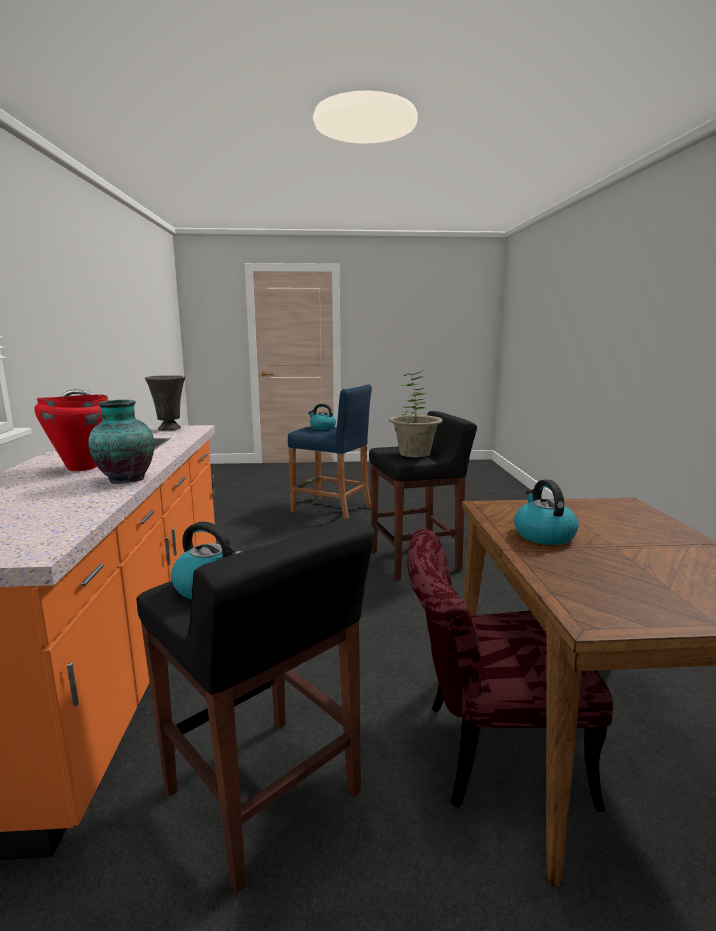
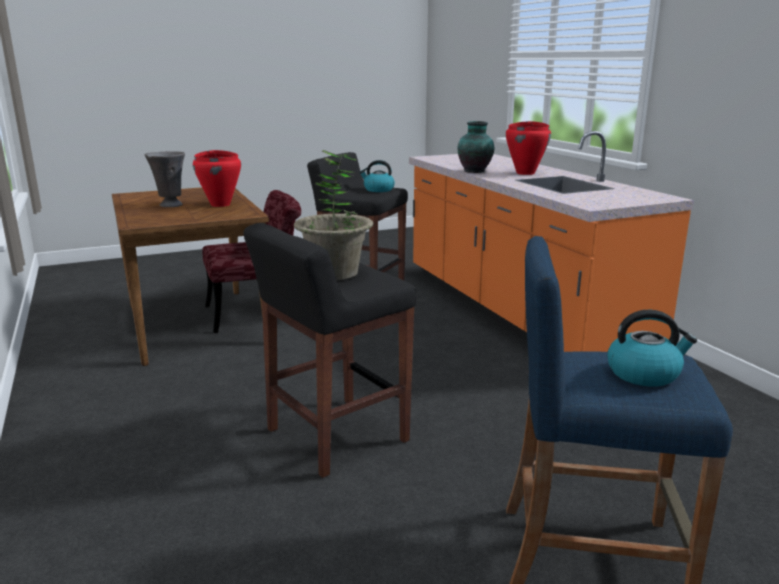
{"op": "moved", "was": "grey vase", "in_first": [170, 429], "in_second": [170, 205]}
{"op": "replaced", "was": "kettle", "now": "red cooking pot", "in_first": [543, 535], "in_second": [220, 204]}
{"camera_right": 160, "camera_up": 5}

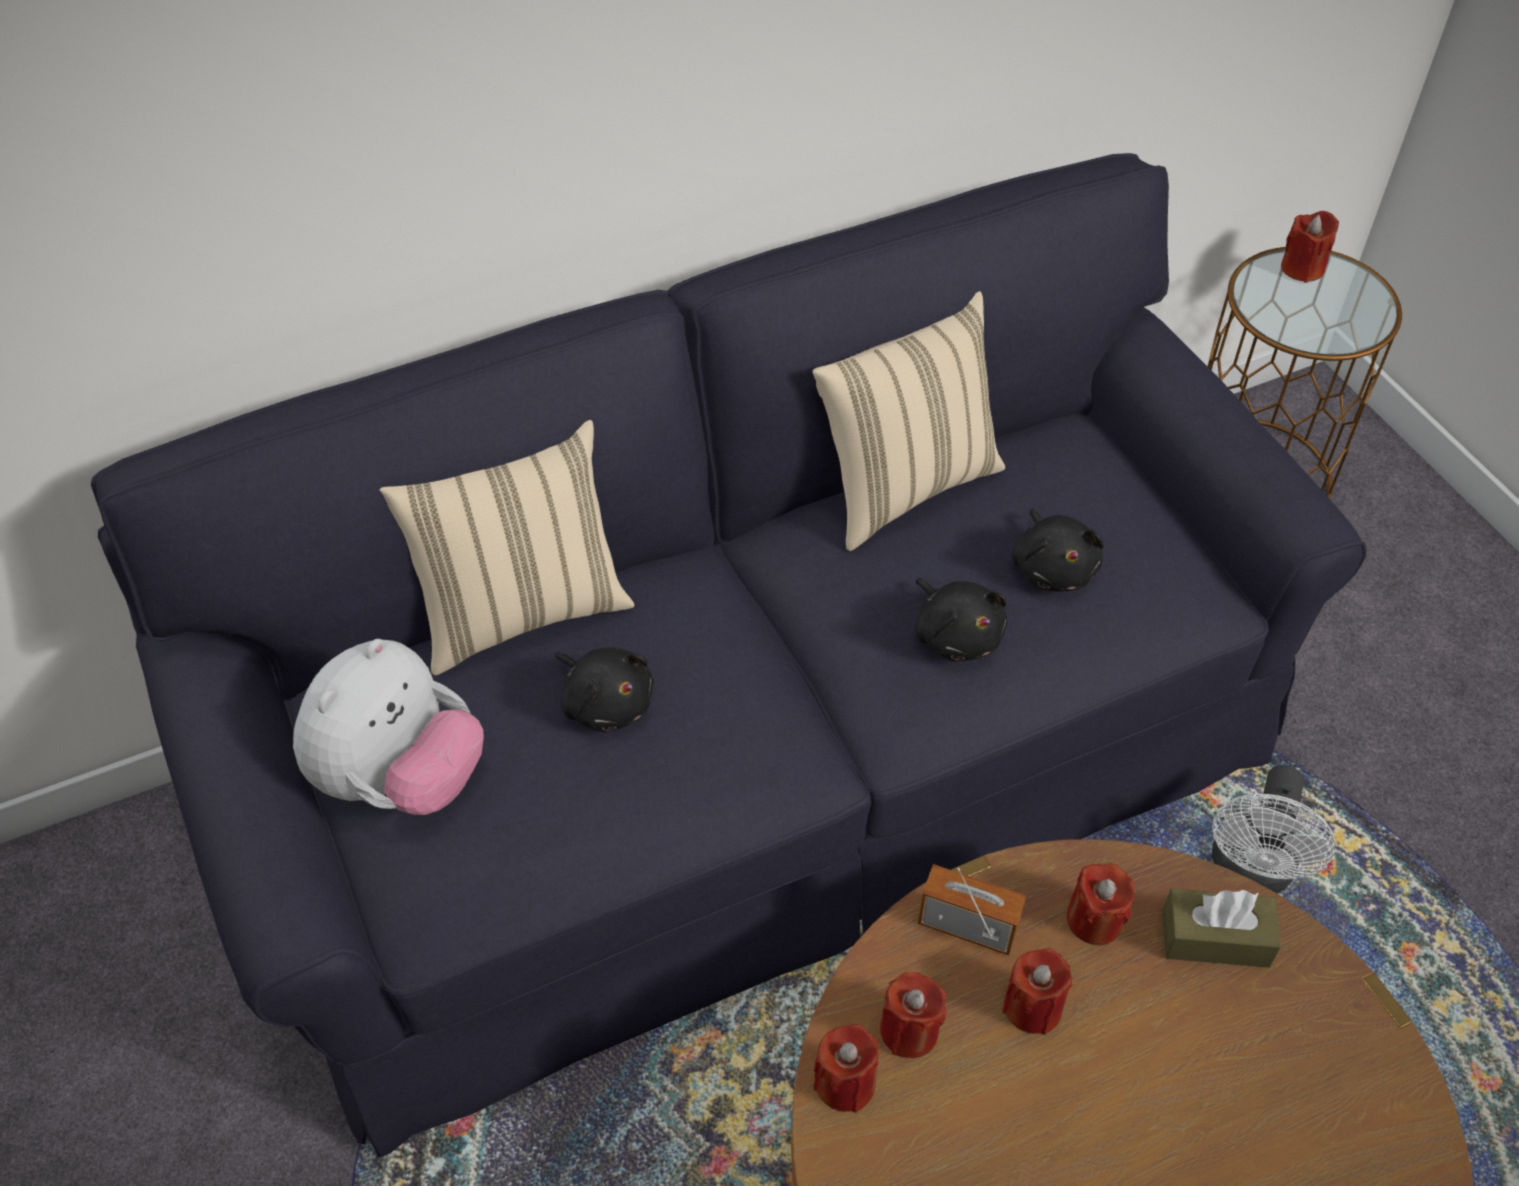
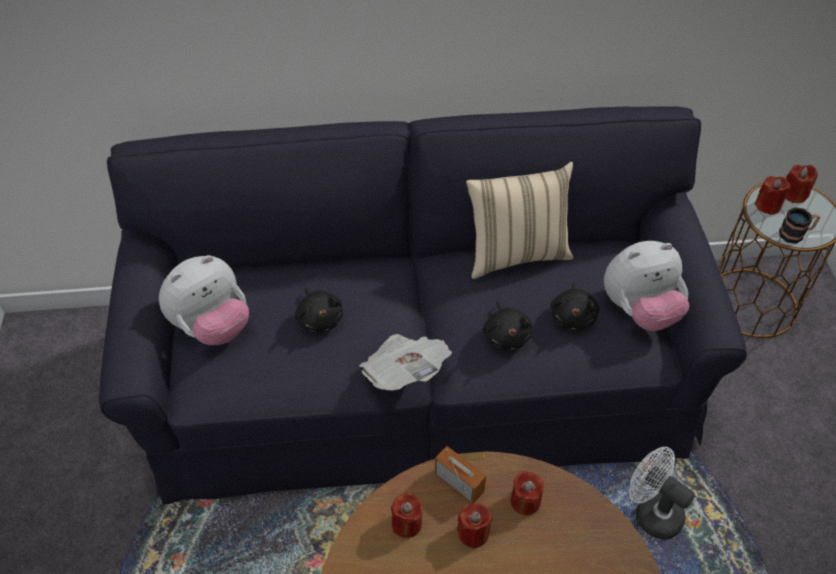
{"op": "removed", "was": "beige pillow", "in_first": [521, 611]}
{"op": "removed", "was": "brown tissue box", "in_first": [1215, 938]}
{"op": "added", "now": "newspaper", "in_second": [404, 372]}
{"op": "added", "now": "plush toy", "in_second": [639, 310]}
{"op": "added", "now": "mug", "in_second": [796, 234]}
{"op": "moved", "was": "red candle", "in_first": [845, 1083], "in_second": [768, 205]}
{"op": "turned", "was": "white fan", "in_first": [1251, 872], "in_second": [651, 512], "clockwise": 90}
{"camera_right": 20, "camera_up": 0}

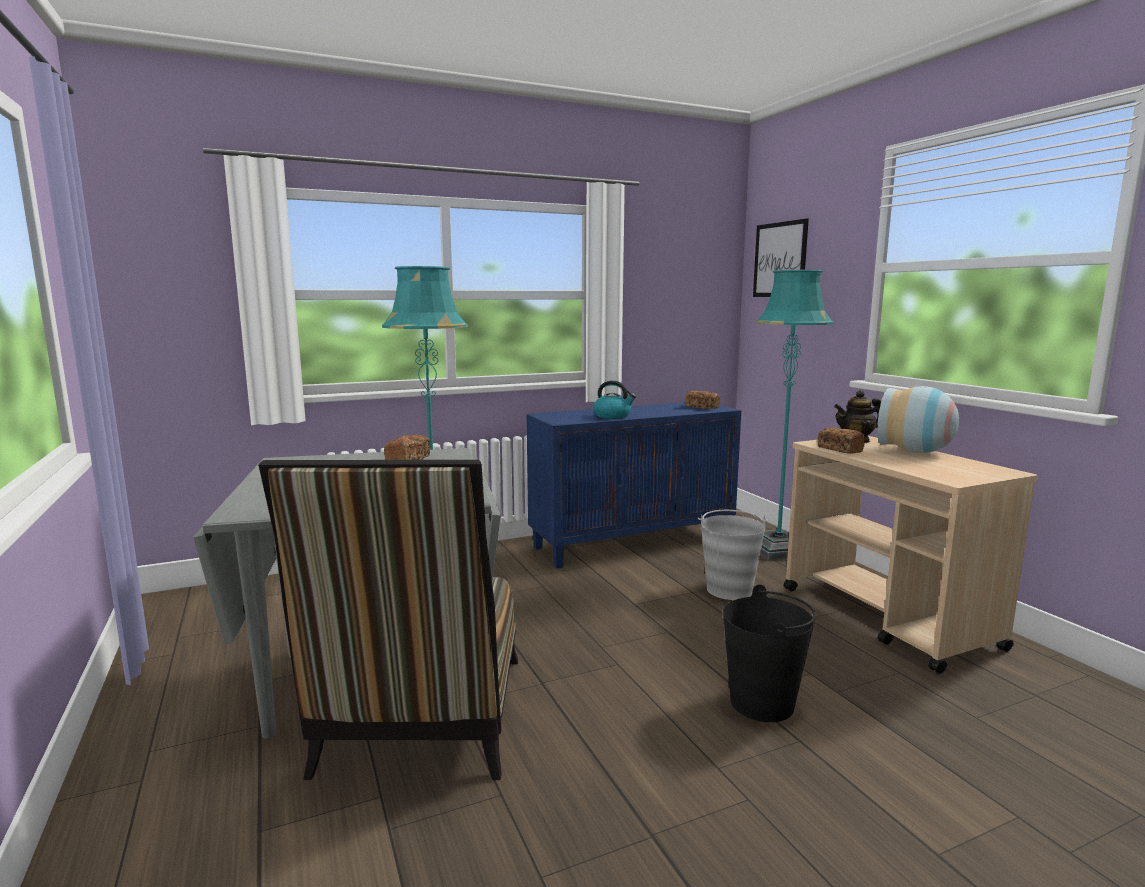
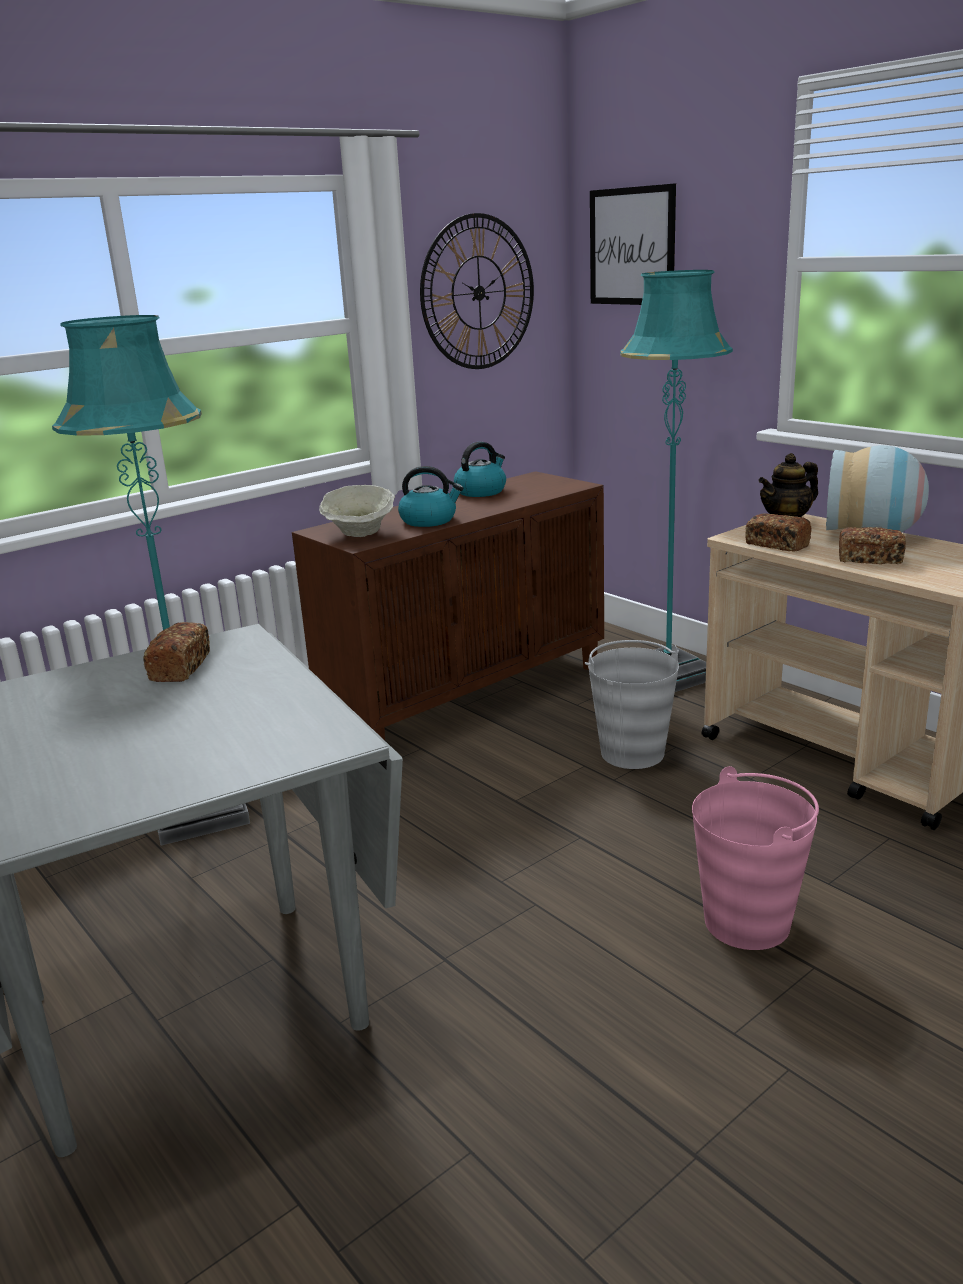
{"op": "removed", "was": "chair", "in_first": [421, 722]}
{"op": "added", "now": "beige bowl", "in_second": [361, 534]}
{"op": "added", "now": "wall clock", "in_second": [478, 293]}
{"op": "added", "now": "kettle", "in_second": [481, 491]}
{"op": "moved", "was": "bread", "in_first": [702, 407], "in_second": [870, 559]}
{"op": "recoloured", "was": "blue cabinet", "now": "brown cabinet", "in_first": [633, 542], "in_second": [468, 696]}
{"op": "recoloured", "was": "black bucket", "now": "pink bucket", "in_first": [763, 703], "in_second": [748, 922]}
{"camera_right": -15, "camera_up": 10}

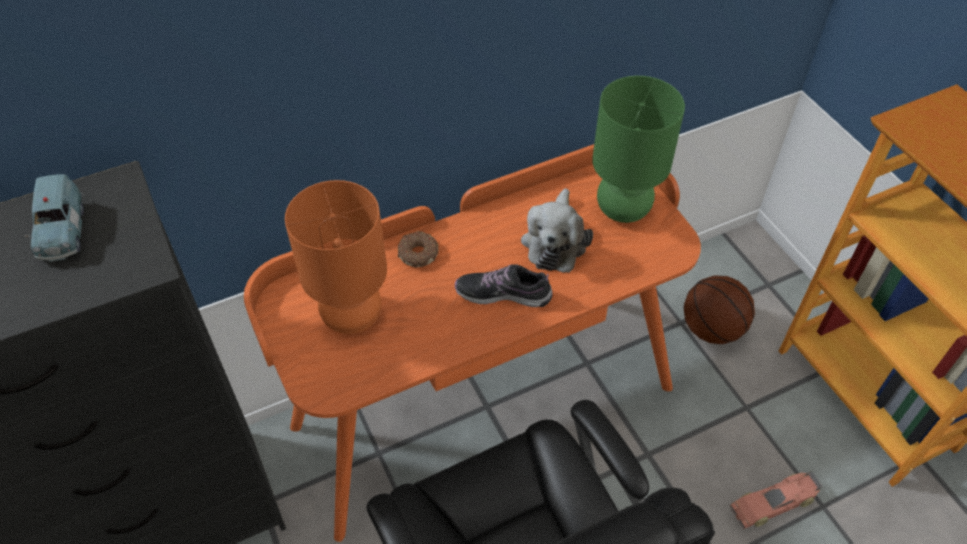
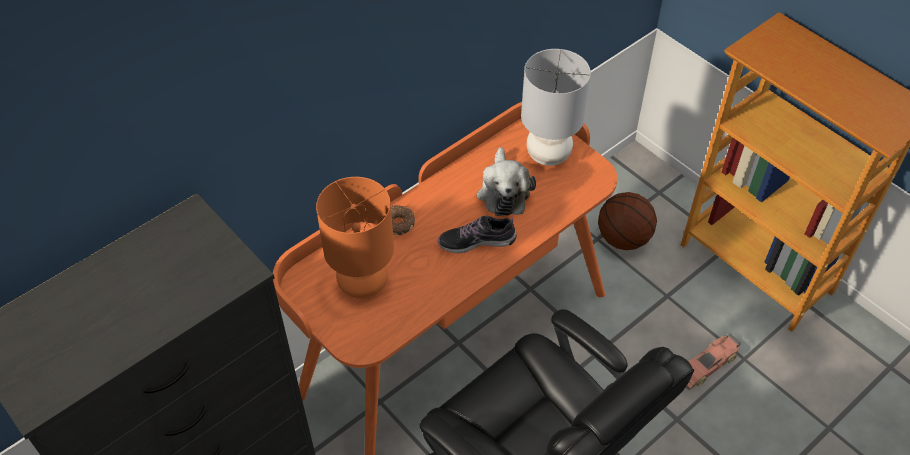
{"op": "removed", "was": "blue toy car", "in_first": [62, 233]}
{"op": "recoloured", "was": "green table lamp", "now": "grey table lamp", "in_first": [622, 208], "in_second": [548, 154]}
{"camera_right": -15, "camera_up": 0}

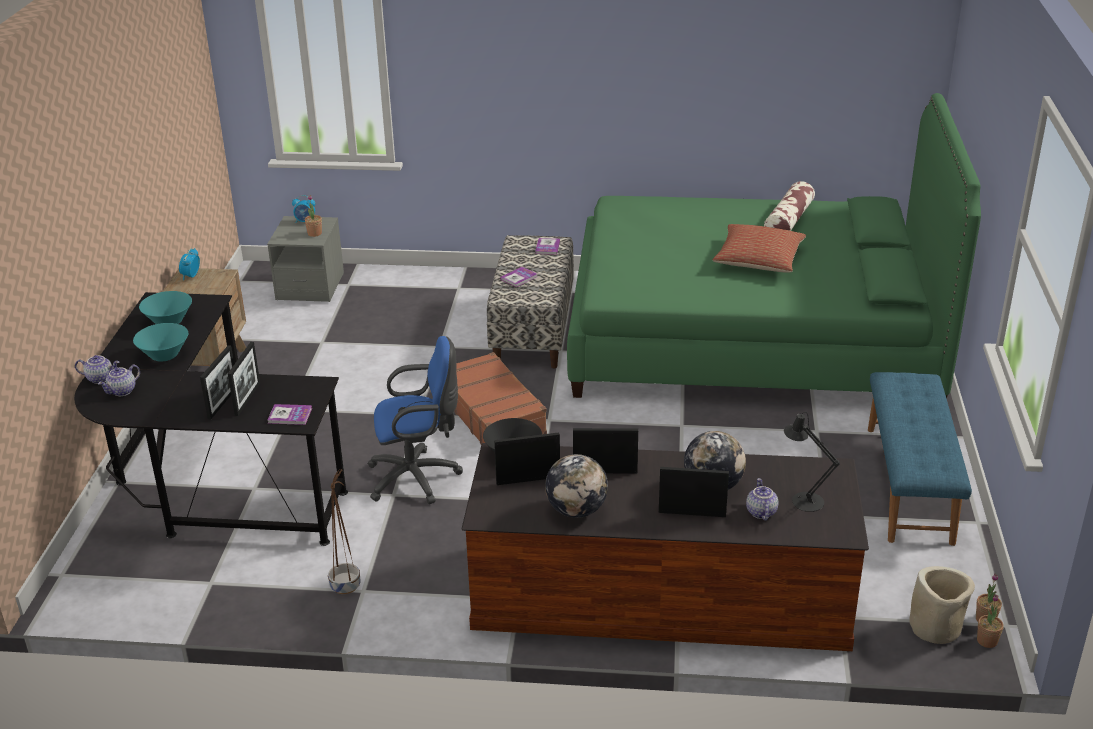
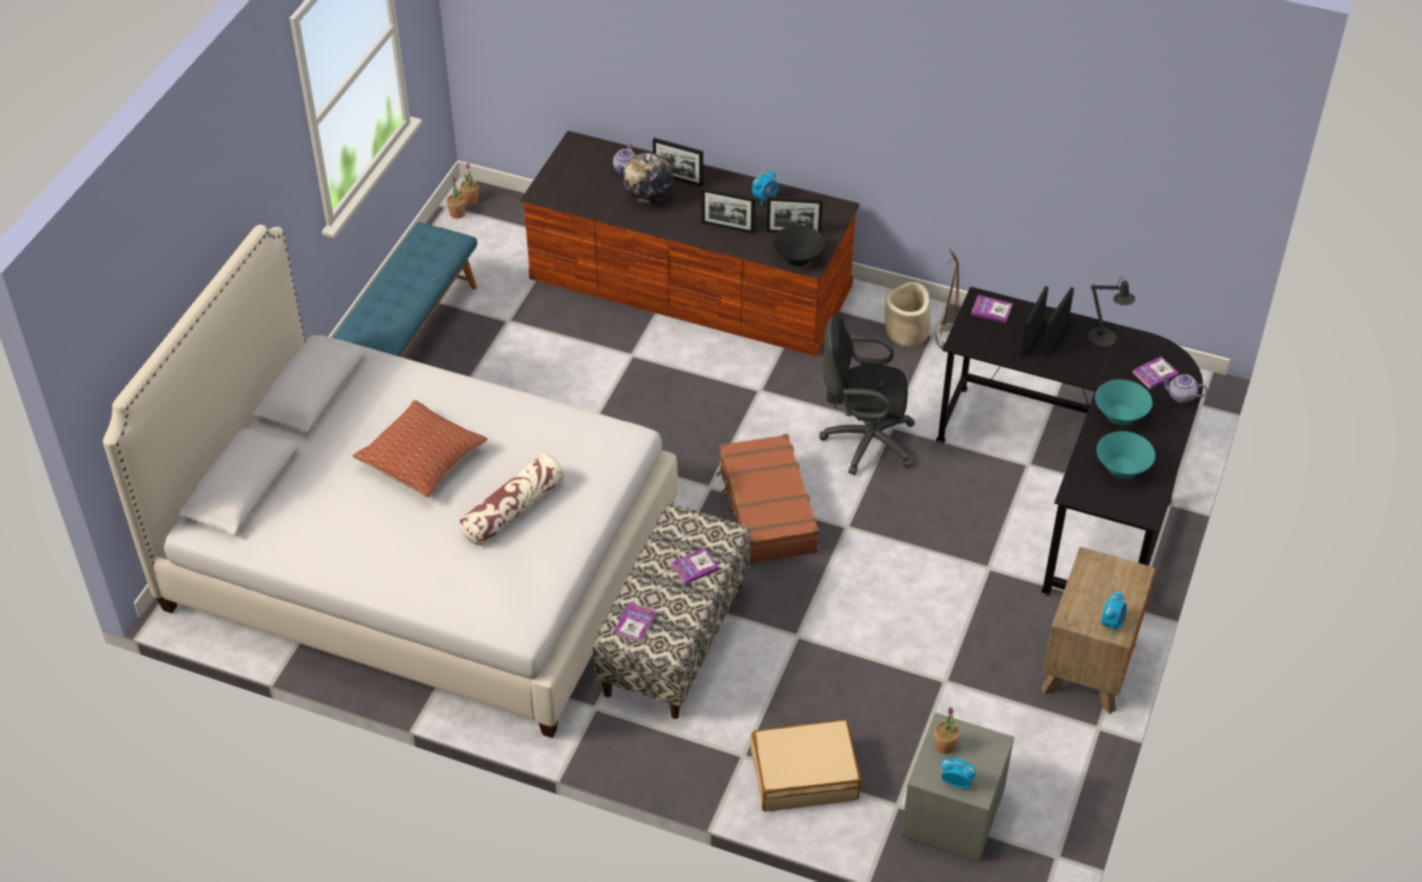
{"op": "added", "now": "beige suitcase", "in_second": [804, 774]}
{"op": "moved", "was": "pillow", "in_first": [789, 220], "in_second": [513, 509]}
{"op": "moved", "was": "black table lamp", "in_first": [803, 500], "in_second": [1105, 339]}
{"op": "moved", "was": "beige planter", "in_first": [936, 628], "in_second": [907, 333]}
{"op": "replaced", "was": "teapot", "now": "book", "in_first": [122, 391], "in_second": [1155, 374]}
{"op": "replaced", "was": "globe", "now": "alarm clock", "in_first": [576, 510], "in_second": [765, 198]}
{"op": "recoloured", "was": "blue office chair", "now": "black office chair", "in_first": [418, 478], "in_second": [864, 441]}
{"op": "recoloured", "was": "green bed", "now": "white bed", "in_first": [753, 337], "in_second": [419, 561]}
{"camera_right": -165, "camera_up": 15}

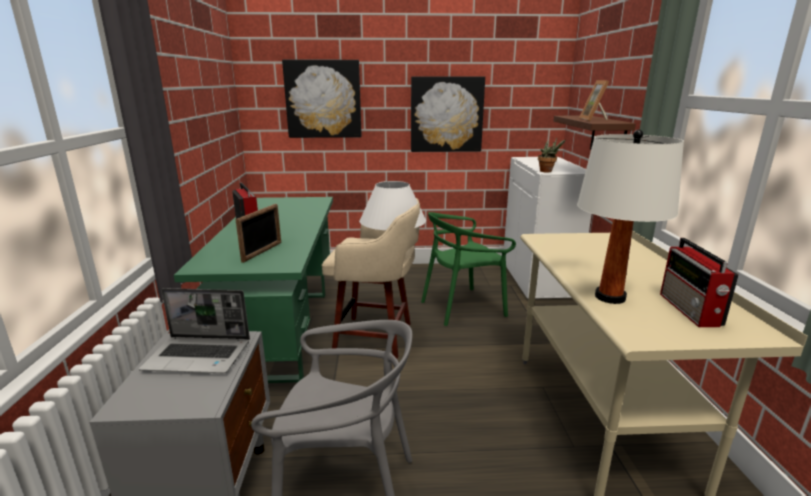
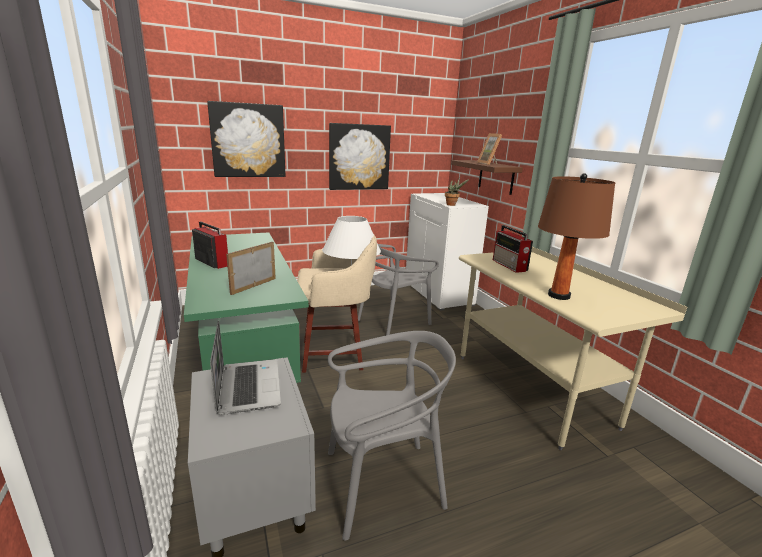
{"op": "moved", "was": "radio", "in_first": [690, 310], "in_second": [509, 266]}
{"op": "recoloured", "was": "green chair", "now": "grey chair", "in_first": [462, 307], "in_second": [393, 321]}
{"op": "recoloured", "was": "white table lamp", "now": "brown table lamp", "in_first": [610, 297], "in_second": [559, 296]}
{"op": "turned", "was": "laptop", "in_first": [200, 356], "in_second": [248, 386], "clockwise": -90}
{"op": "turned", "was": "picture frame", "in_first": [262, 252], "in_second": [253, 286], "clockwise": -150}
{"camera_right": -20, "camera_up": 0}

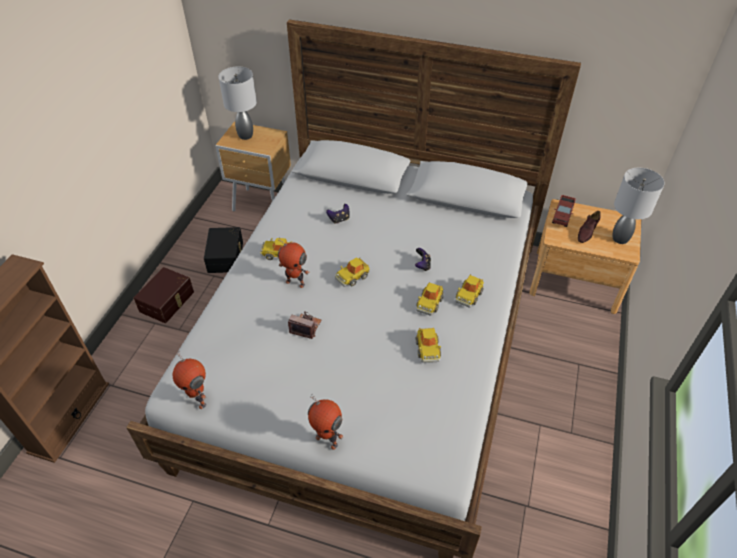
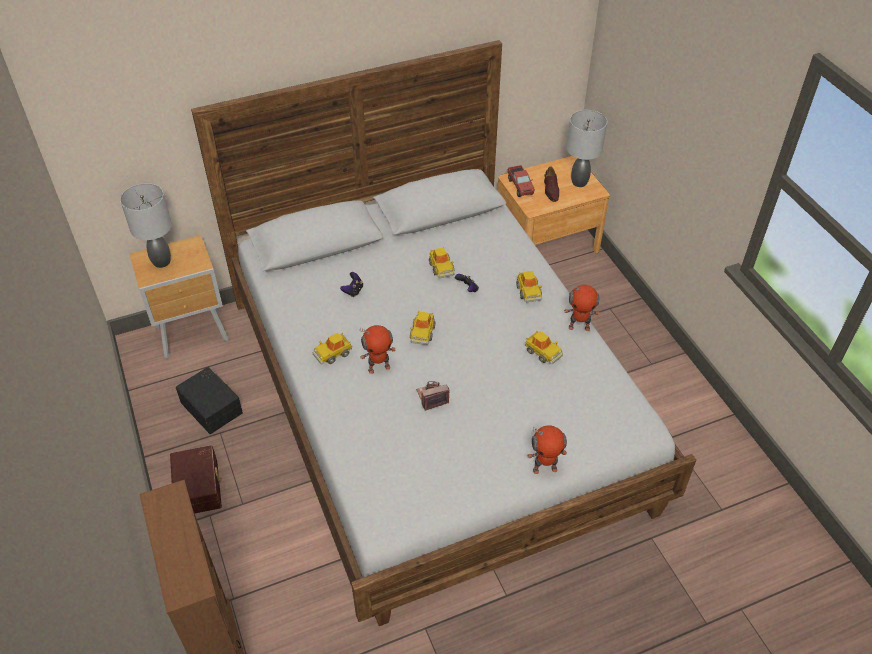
{"op": "moved", "was": "toy robot", "in_first": [198, 399], "in_second": [579, 326]}
{"op": "moved", "was": "toy car", "in_first": [429, 303], "in_second": [441, 268]}
{"camera_right": -40, "camera_up": 0}

